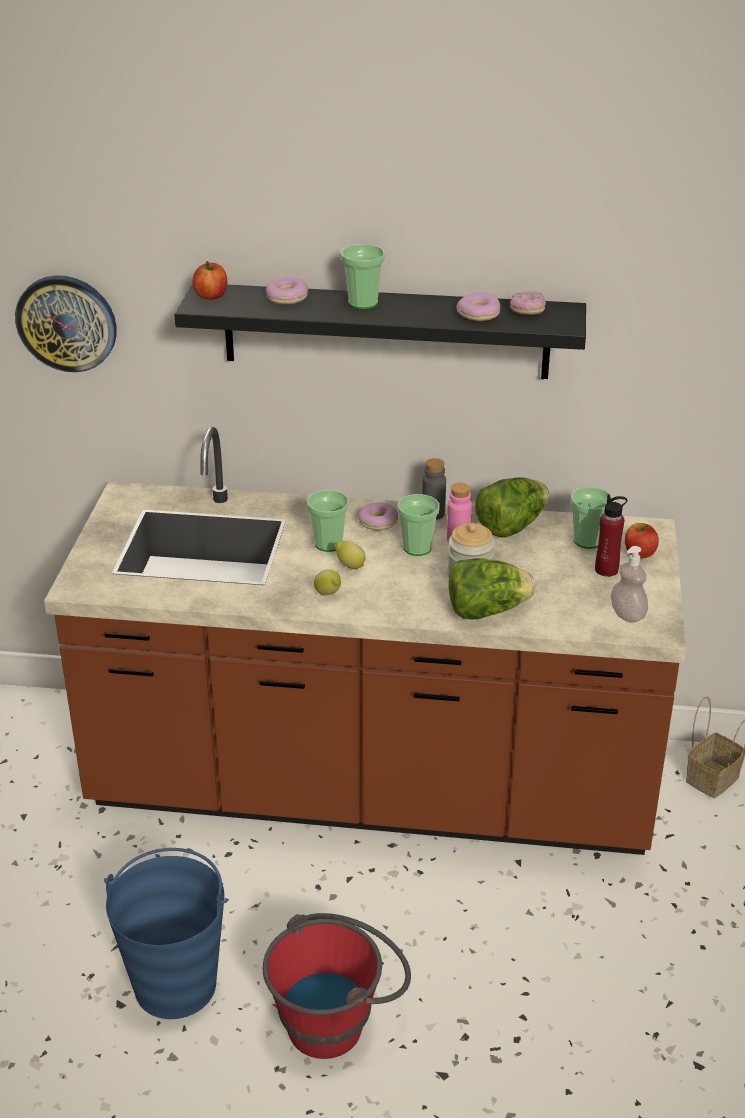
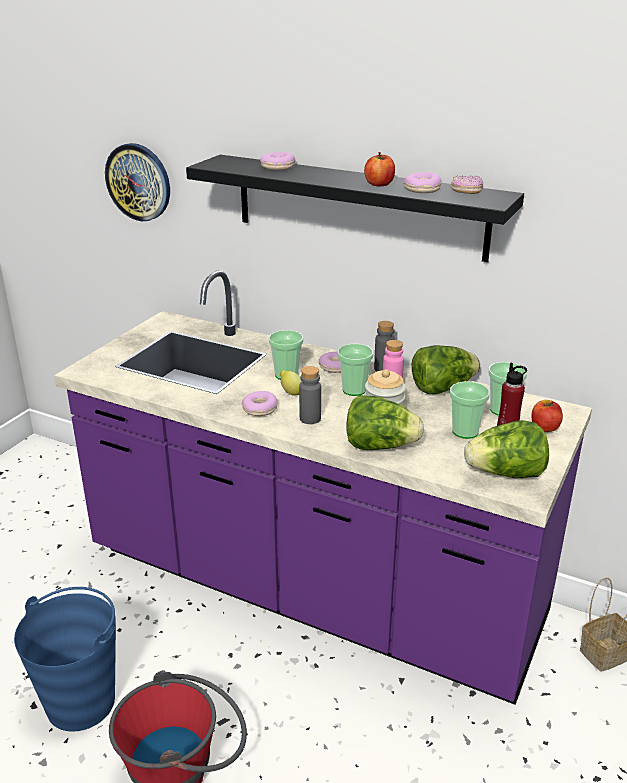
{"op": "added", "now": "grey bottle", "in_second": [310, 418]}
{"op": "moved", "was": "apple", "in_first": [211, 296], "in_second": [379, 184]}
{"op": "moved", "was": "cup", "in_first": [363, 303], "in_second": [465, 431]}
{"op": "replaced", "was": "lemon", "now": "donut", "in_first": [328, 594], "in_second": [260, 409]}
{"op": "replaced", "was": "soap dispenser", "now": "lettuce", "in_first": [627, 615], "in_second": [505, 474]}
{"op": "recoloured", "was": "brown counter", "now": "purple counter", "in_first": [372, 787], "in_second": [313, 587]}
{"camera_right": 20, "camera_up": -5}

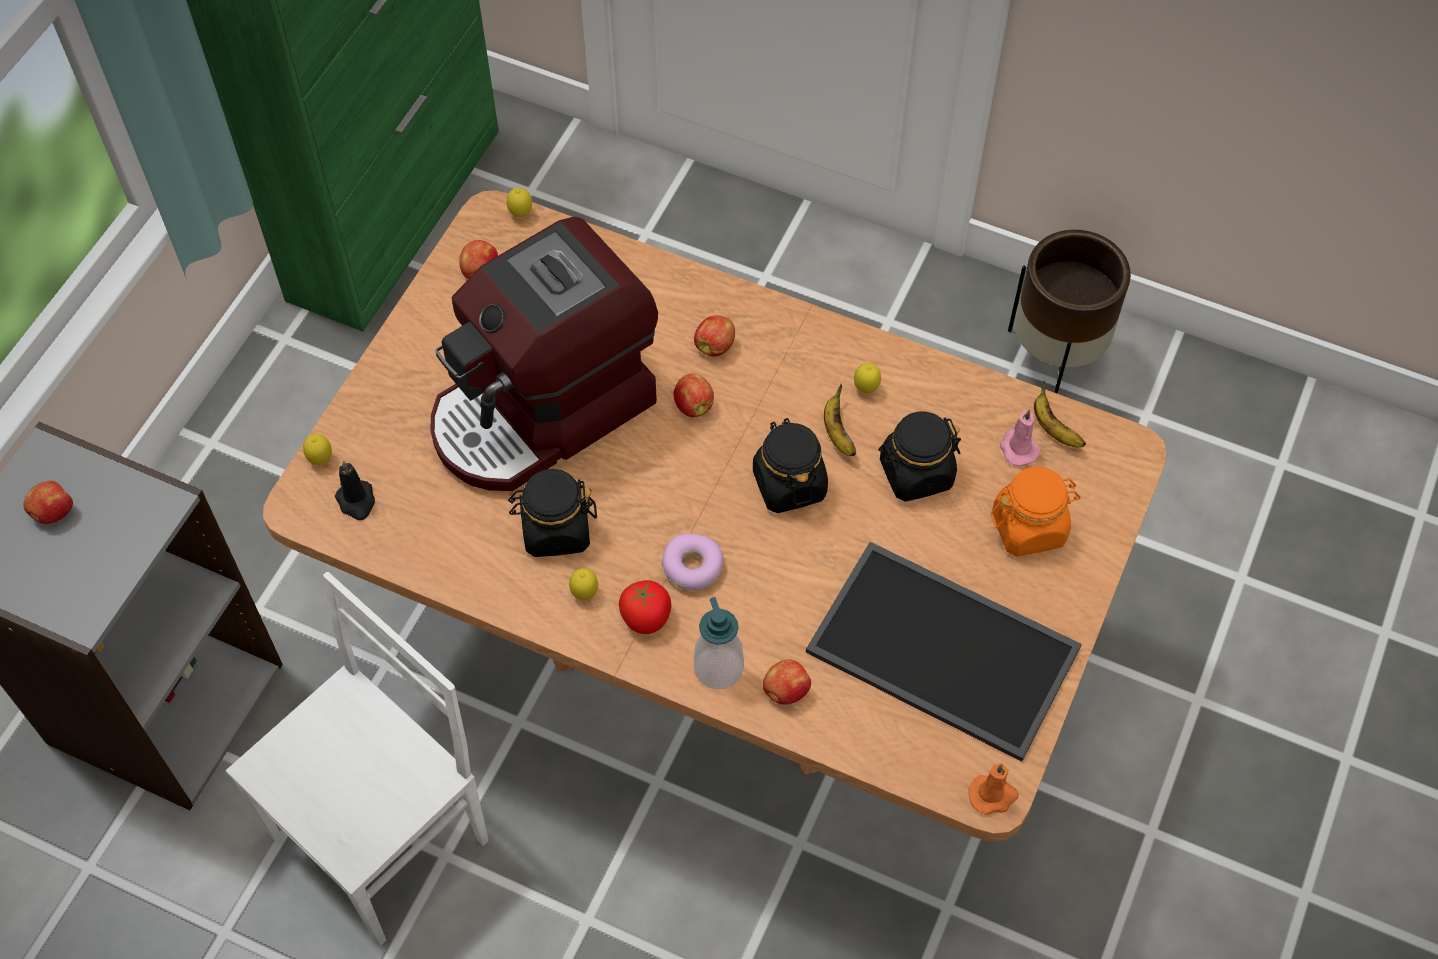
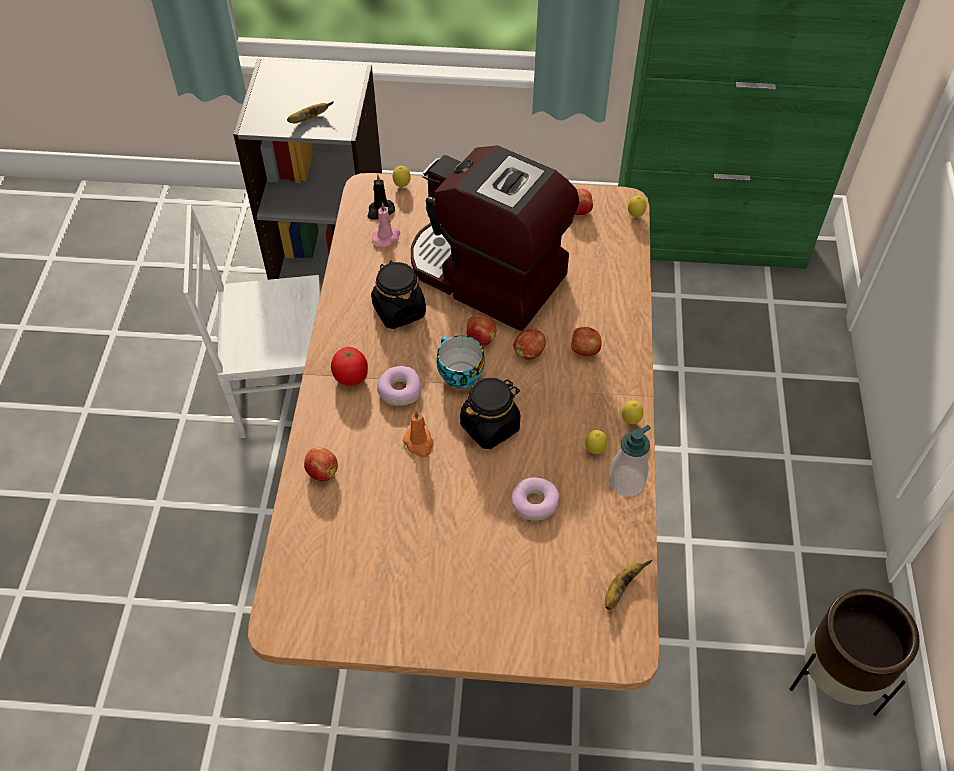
{"op": "removed", "was": "tray", "in_first": [947, 648]}
{"op": "removed", "was": "orange jar", "in_first": [1029, 527]}
{"op": "added", "now": "cup", "in_second": [458, 374]}
{"op": "moved", "was": "apple", "in_first": [53, 513], "in_second": [480, 338]}
{"op": "moved", "was": "lemon", "in_first": [585, 594], "in_second": [630, 421]}
{"op": "moved", "was": "soap dispenser", "in_first": [718, 668], "in_second": [627, 481]}
{"op": "moved", "was": "banana", "in_first": [837, 433], "in_second": [309, 119]}
{"op": "moved", "was": "orange candle", "in_first": [993, 795], "in_second": [419, 443]}
{"op": "moved", "was": "pink candle", "in_first": [1017, 448], "in_second": [387, 237]}
{"op": "replaced", "was": "black jar", "now": "donut", "in_first": [915, 473], "in_second": [535, 503]}
{"op": "turned", "was": "white chair", "in_first": [384, 838], "in_second": [283, 390], "clockwise": 150}
{"camera_right": 70, "camera_up": -5}

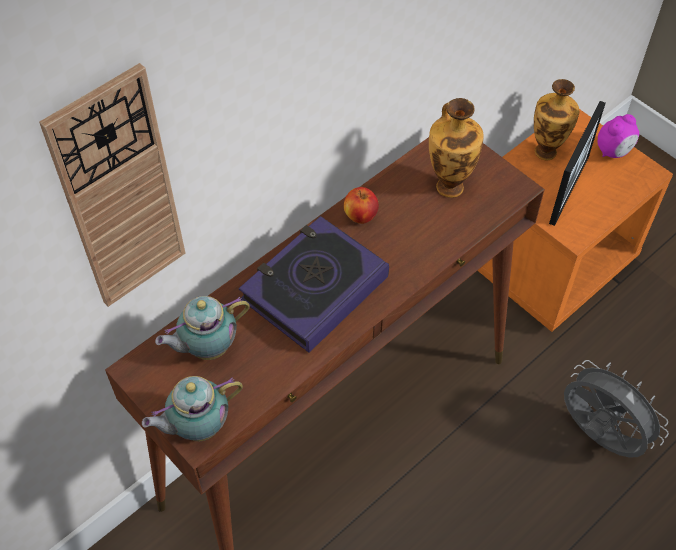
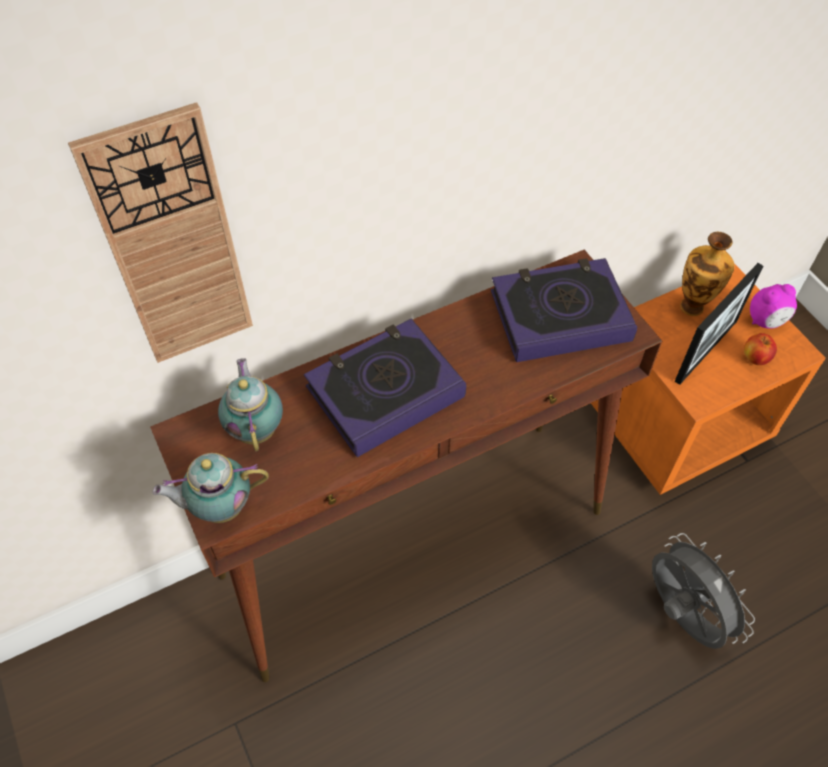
{"op": "moved", "was": "apple", "in_first": [360, 216], "in_second": [755, 358]}
{"op": "replaced", "was": "vase", "now": "book", "in_first": [449, 185], "in_second": [560, 315]}
{"op": "turned", "was": "teapot", "in_first": [207, 348], "in_second": [256, 428], "clockwise": 90}
{"camera_right": 15, "camera_up": 0}

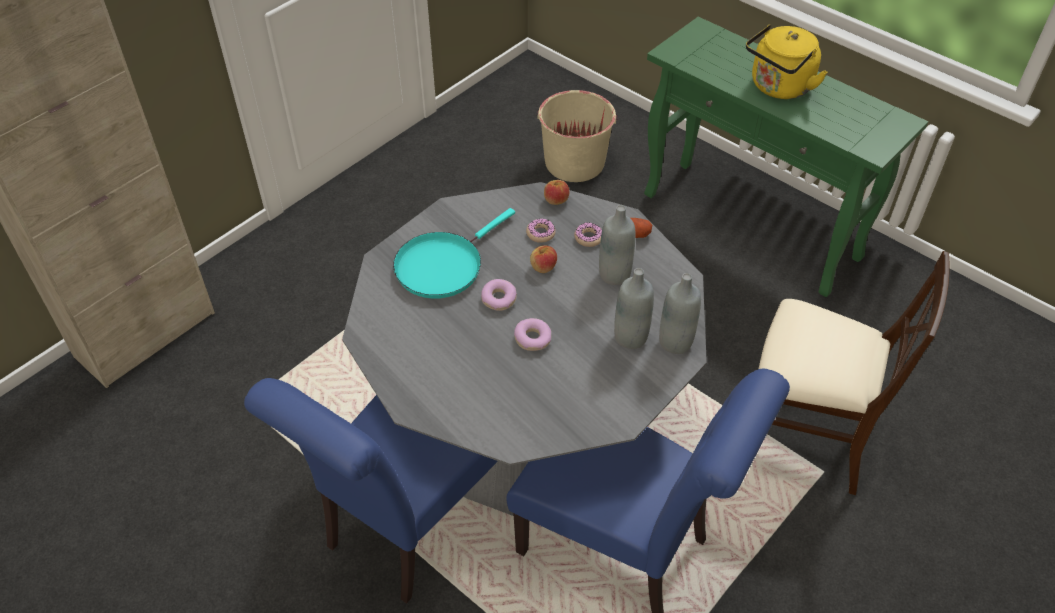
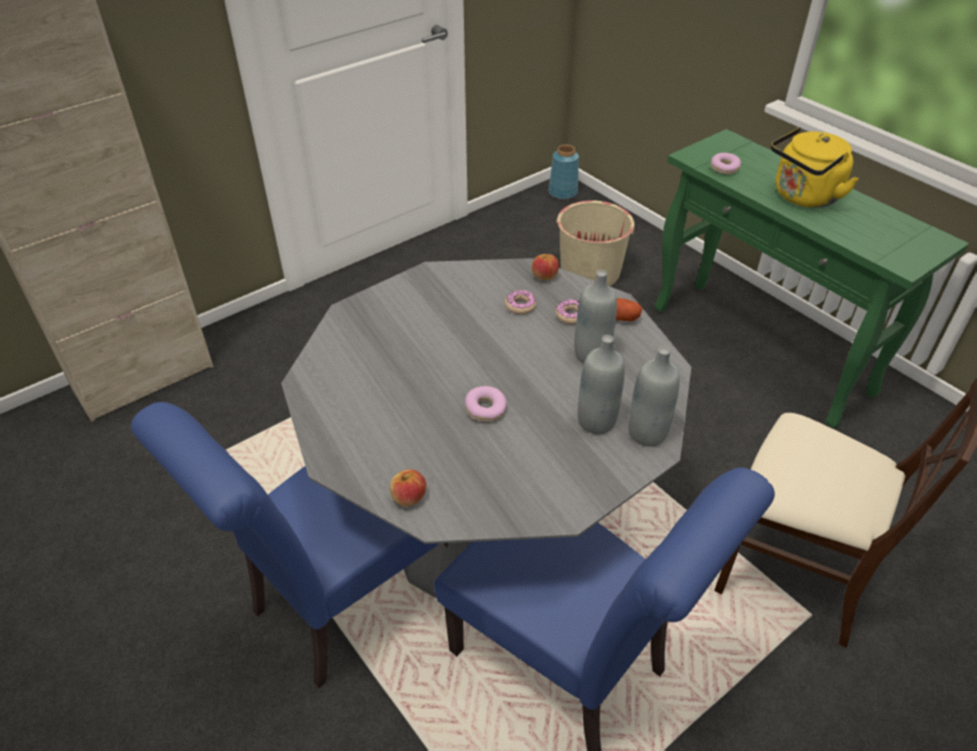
{"op": "removed", "was": "turquoise frying pan", "in_first": [442, 265]}
{"op": "added", "now": "blue vase", "in_second": [563, 193]}
{"op": "moved", "was": "donut", "in_first": [498, 299], "in_second": [724, 168]}
{"op": "moved", "was": "apple", "in_first": [543, 267], "in_second": [408, 497]}
{"camera_right": 10, "camera_up": -5}

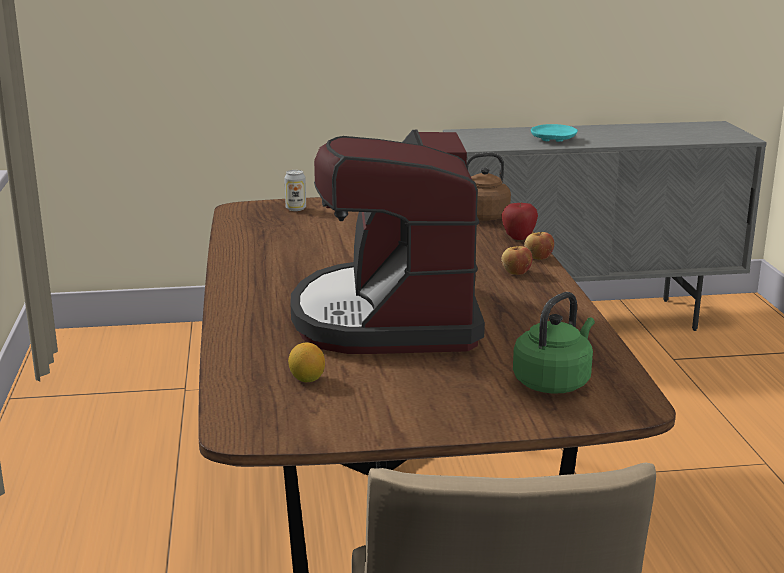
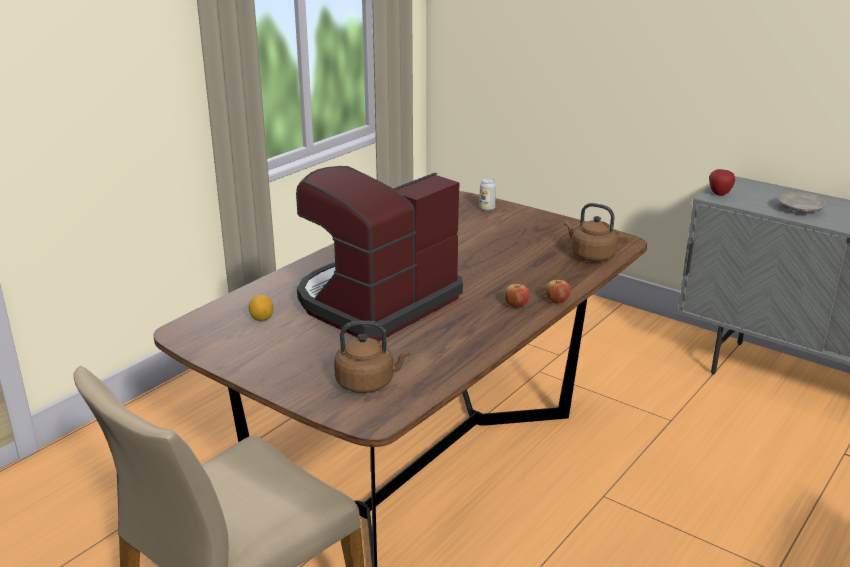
{"op": "moved", "was": "apple", "in_first": [518, 238], "in_second": [719, 194]}
{"op": "recoloured", "was": "green kettle", "now": "brown kettle", "in_first": [554, 382], "in_second": [368, 383]}
{"op": "recoloured", "was": "turquoise plate", "now": "beige plate", "in_first": [553, 140], "in_second": [799, 209]}
{"camera_right": 45, "camera_up": 5}

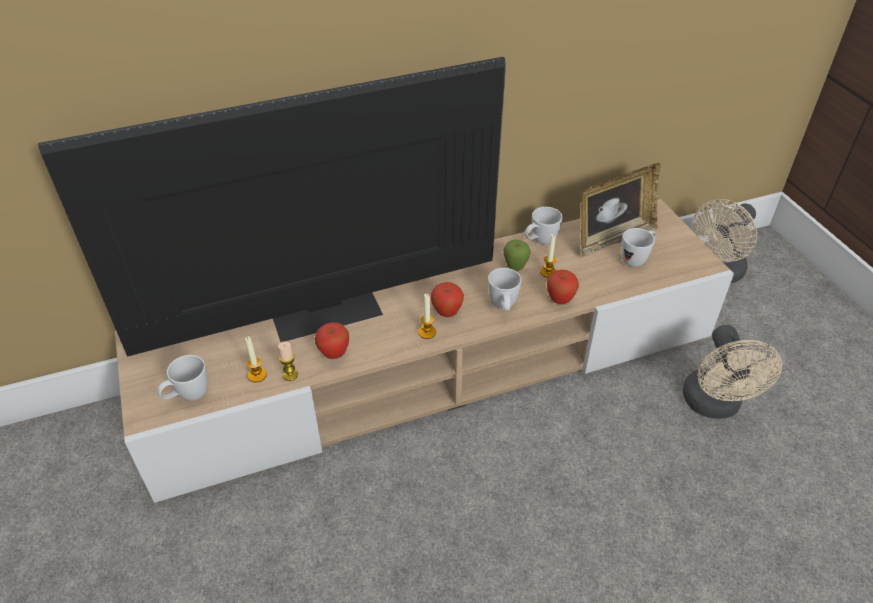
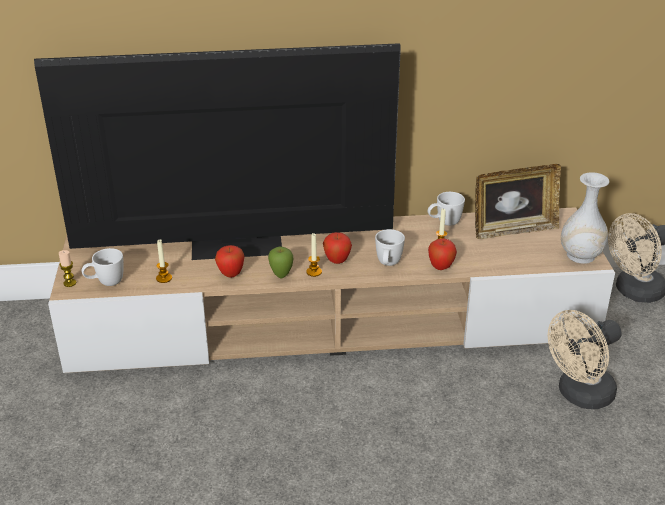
{"op": "removed", "was": "white mug", "in_first": [636, 259]}
{"op": "added", "now": "white vase", "in_second": [580, 256]}
{"op": "moved", "was": "candle", "in_first": [290, 375], "in_second": [70, 283]}
{"op": "moved", "was": "apple", "in_first": [515, 269], "in_second": [281, 275]}
{"op": "turned", "was": "beige fan", "in_first": [714, 406], "in_second": [579, 395], "clockwise": 45}
{"camera_right": 15, "camera_up": -10}

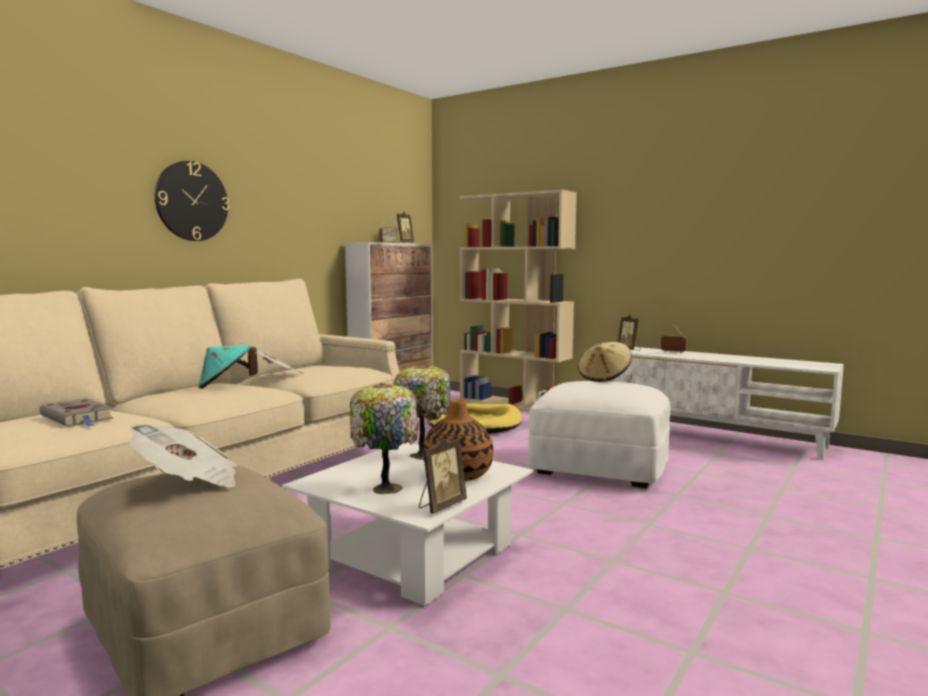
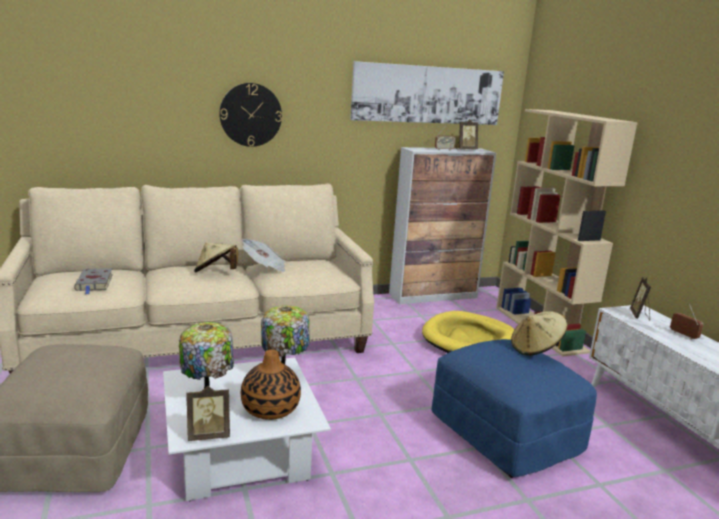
{"op": "removed", "was": "newspaper", "in_first": [189, 482]}
{"op": "added", "now": "picture", "in_second": [428, 94]}
{"op": "recoloured", "was": "turquoise hat", "now": "beige hat", "in_first": [226, 386], "in_second": [216, 273]}
{"op": "recoloured", "was": "white ottoman", "now": "blue ottoman", "in_first": [600, 467], "in_second": [506, 434]}
{"camera_right": 35, "camera_up": 10}

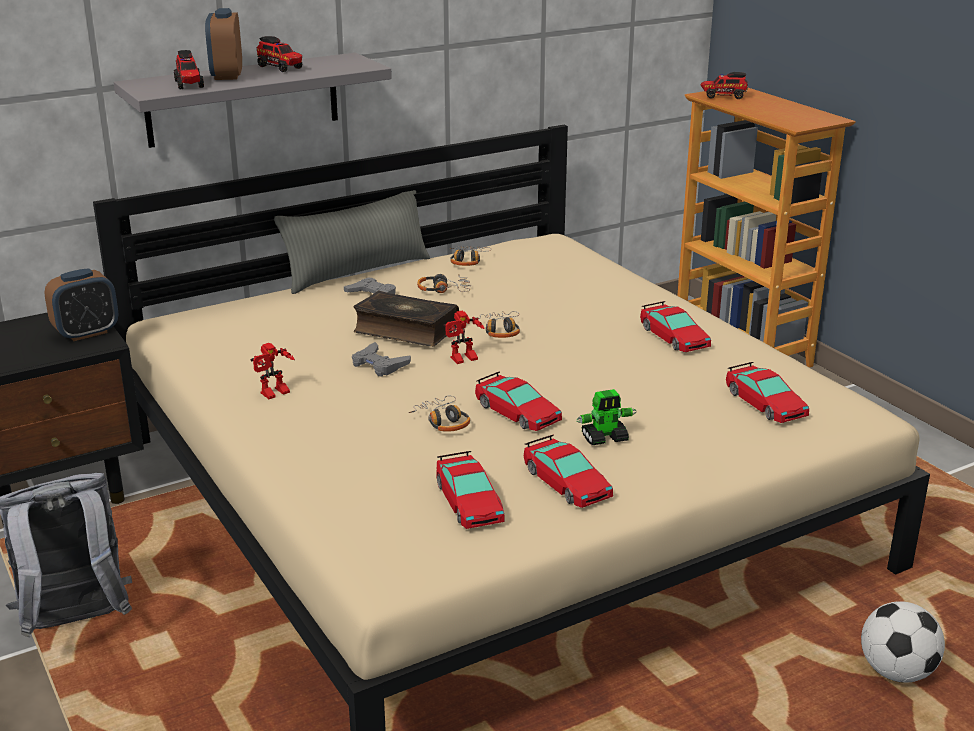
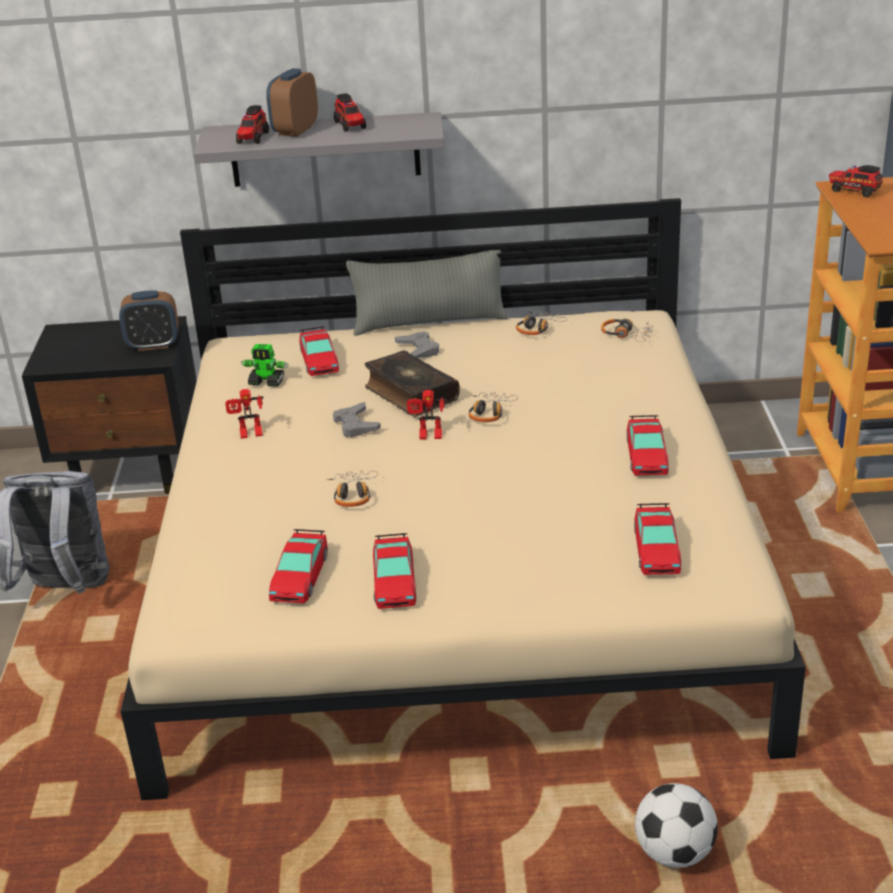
{"op": "moved", "was": "headphones", "in_first": [444, 290], "in_second": [627, 335]}
{"op": "moved", "was": "toy car", "in_first": [517, 412], "in_second": [319, 360]}
{"op": "moved", "was": "toy robot", "in_first": [605, 438], "in_second": [267, 382]}
{"camera_right": 30, "camera_up": 5}

